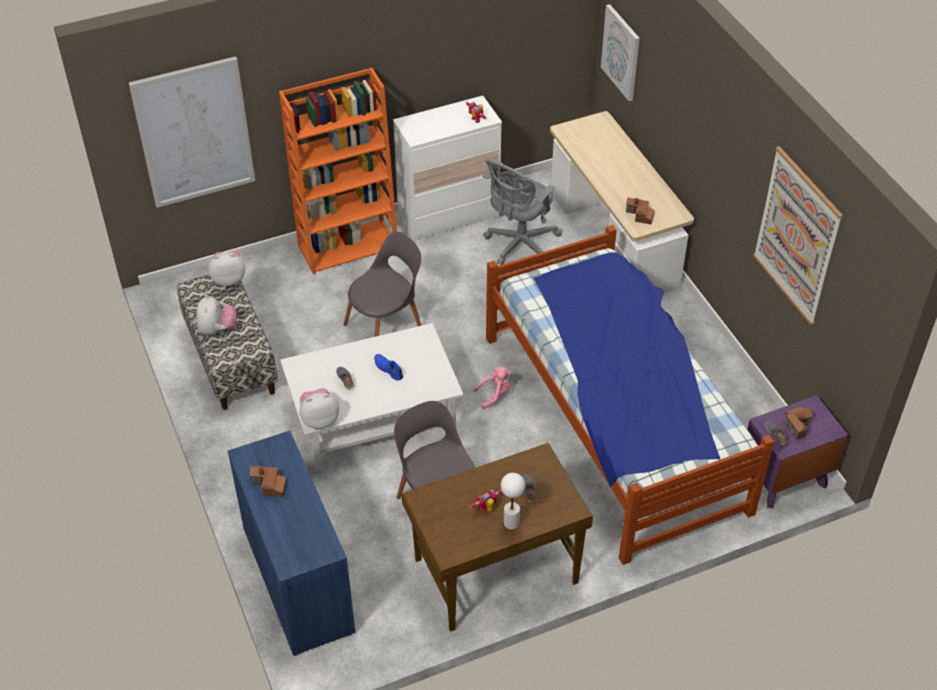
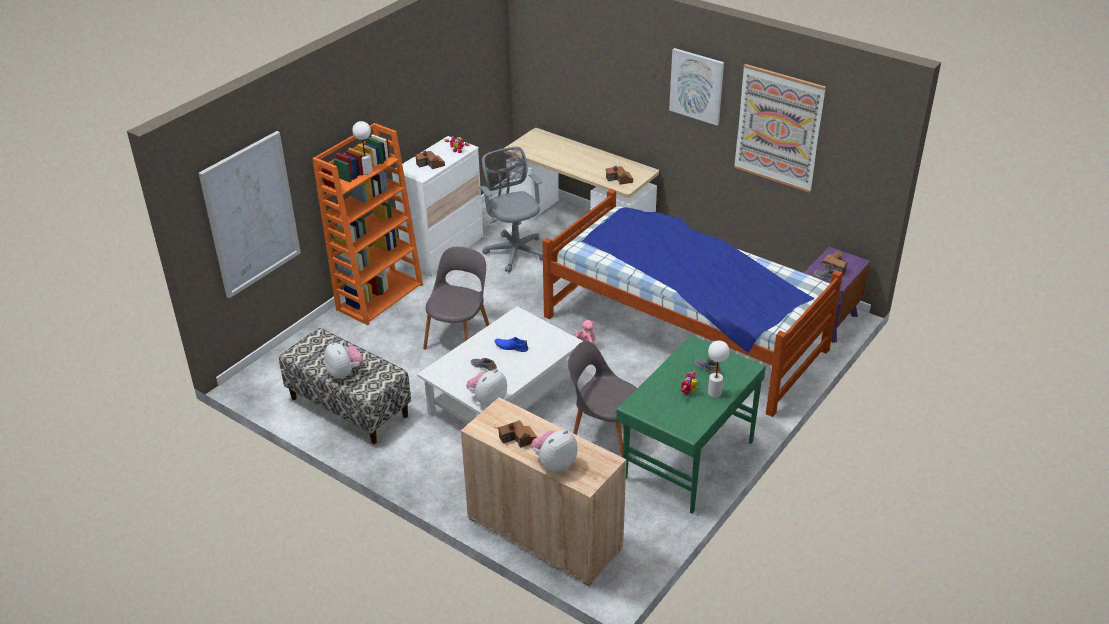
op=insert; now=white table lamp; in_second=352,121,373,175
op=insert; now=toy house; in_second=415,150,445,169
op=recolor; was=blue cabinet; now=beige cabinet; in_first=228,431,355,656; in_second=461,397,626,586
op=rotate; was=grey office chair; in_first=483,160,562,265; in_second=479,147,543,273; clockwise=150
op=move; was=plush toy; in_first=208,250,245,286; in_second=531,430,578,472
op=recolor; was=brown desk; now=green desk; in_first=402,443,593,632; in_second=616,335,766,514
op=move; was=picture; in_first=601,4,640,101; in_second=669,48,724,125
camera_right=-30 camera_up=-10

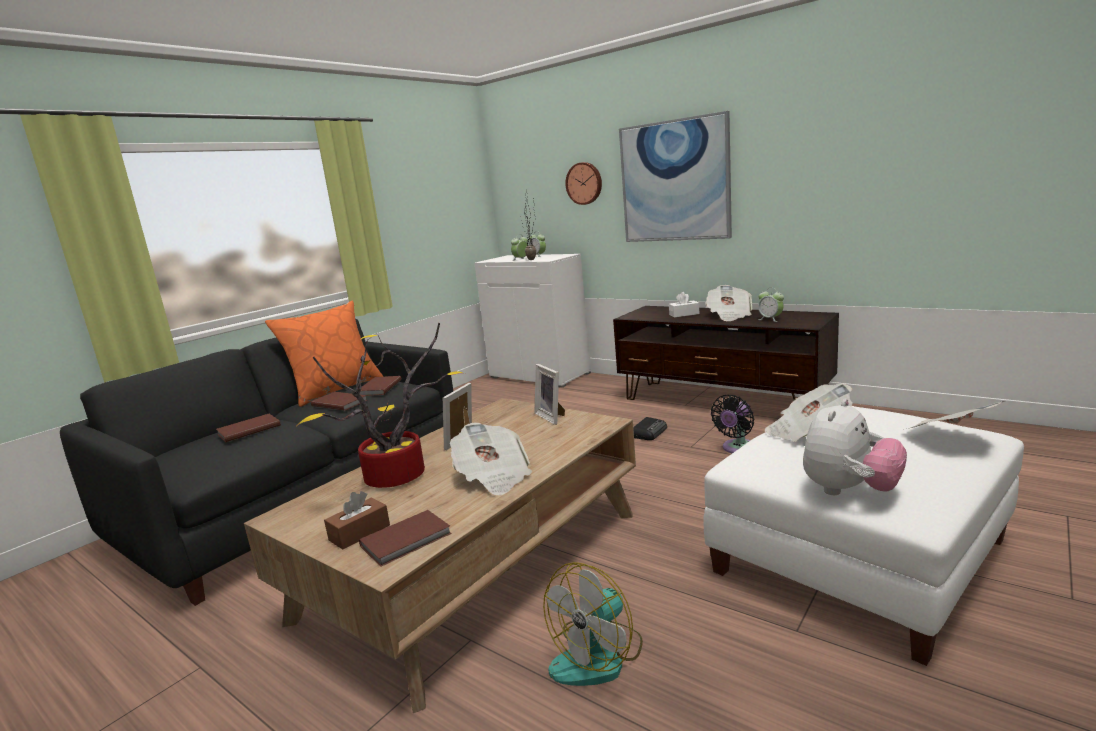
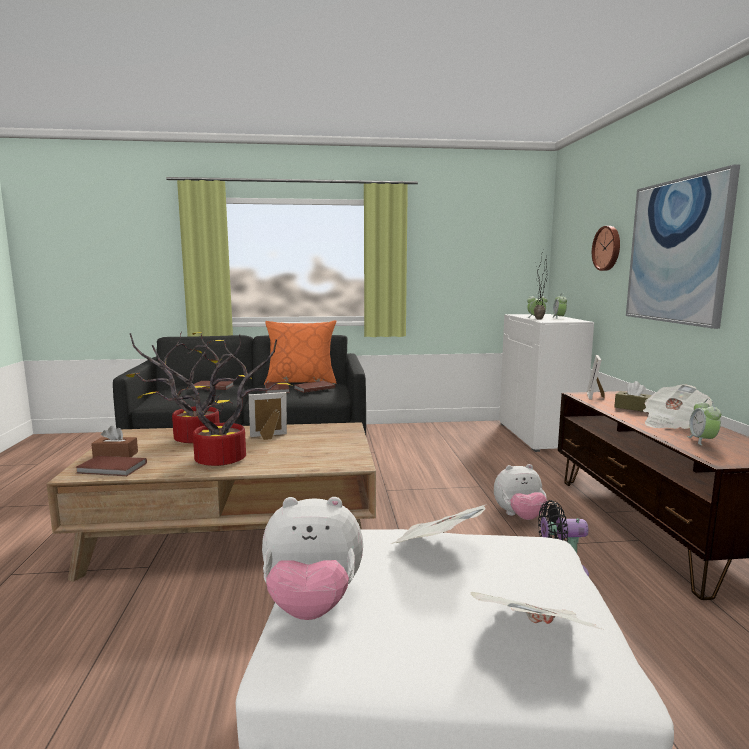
op=replace; was=newspaper; now=potted plant; in_first=450,422,532,496; in_second=137,339,292,466
op=replace; was=radio; now=plush toy; in_first=633,417,667,440; in_second=494,464,547,520
op=move; was=picture frame; in_first=534,364,565,425; in_second=587,355,605,400
op=recolor; was=white tissue box; now=brown tissue box; in_first=669,292,699,317; in_second=614,381,652,412
op=delete; was=fan; in_first=543,562,643,686
camera_right=45 camera_up=-5

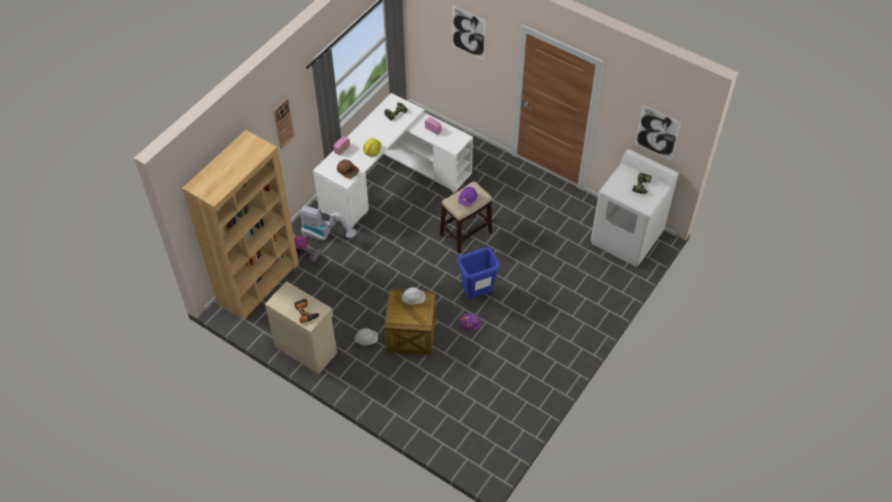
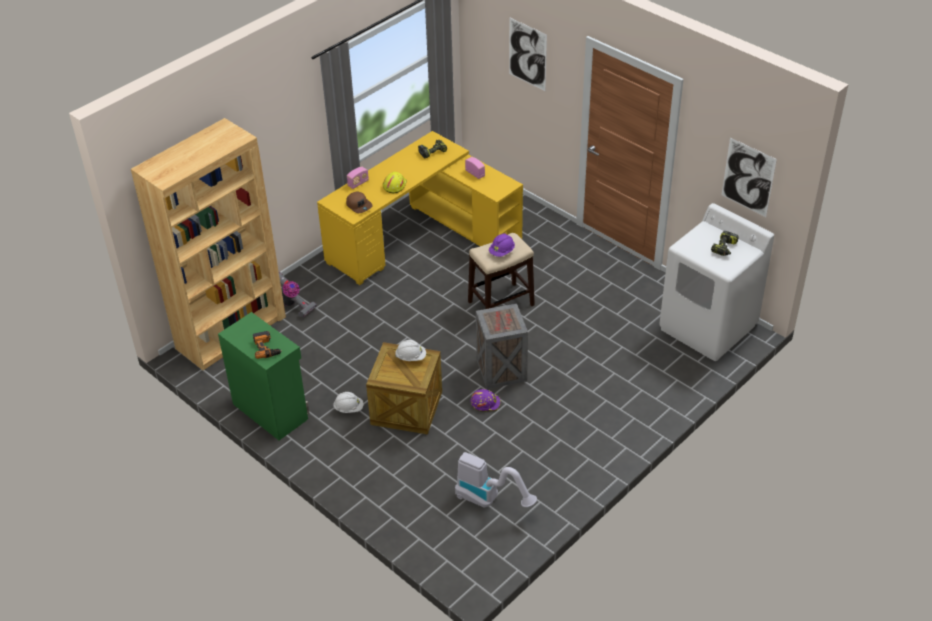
op=recolor; was=beige cabinet; now=green cabinet; in_first=265,281,337,374; in_second=218,312,309,440
op=recolor; was=white desk; now=yellow desk; in_first=313,93,473,229; in_second=317,131,523,285
op=move; was=vacuum cleaner; in_first=301,206,357,241; in_second=455,452,537,508
op=replace; was=blue trash can; now=crate; in_first=457,247,500,298; in_second=476,304,528,389
op=delete; was=wall clock; in_first=273,98,294,149
camera_right=10 camera_up=-10

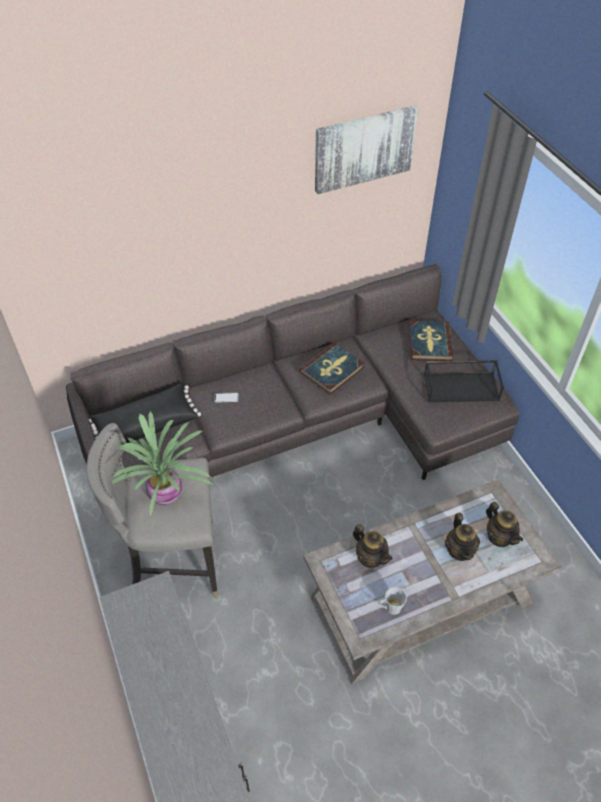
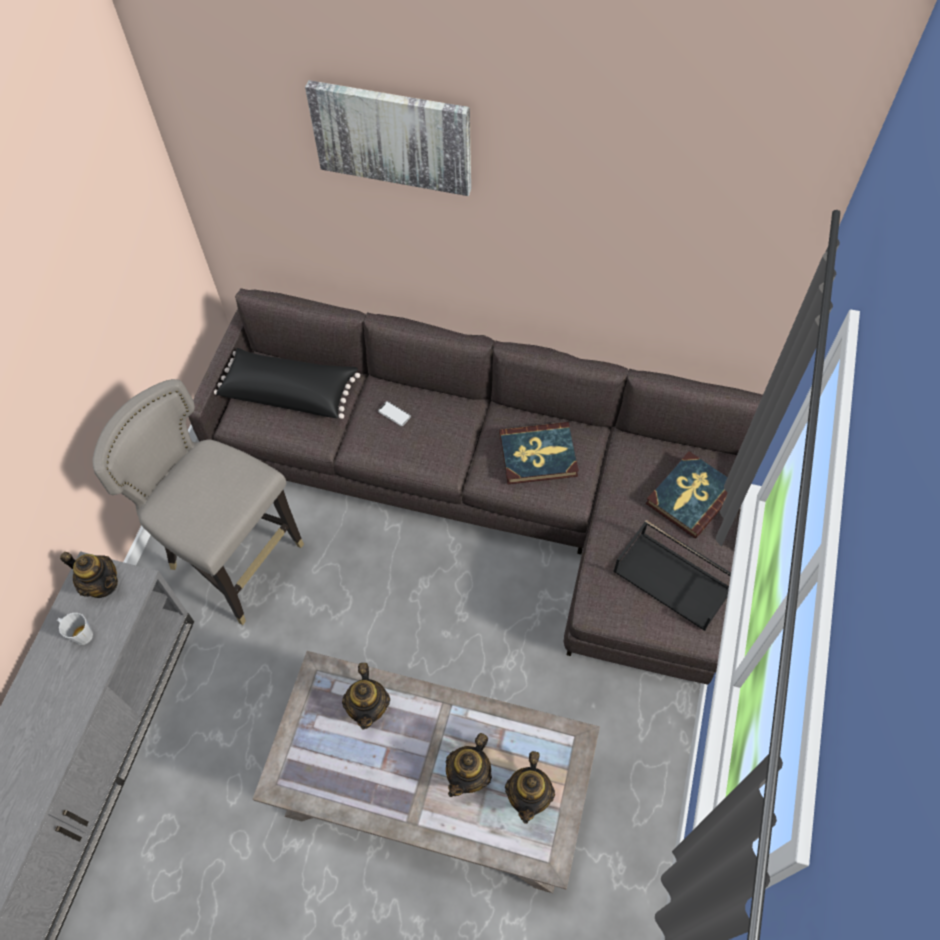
op=move; was=grey mug; in_first=379,587,407,615; in_second=57,613,93,645
op=insert; now=teapot; in_second=60,552,118,598
op=move; was=picture; in_first=315,105,418,194; in_second=305,80,471,196
op=delete; was=potted plant; in_first=112,411,213,517
camera_right=40 camera_up=10

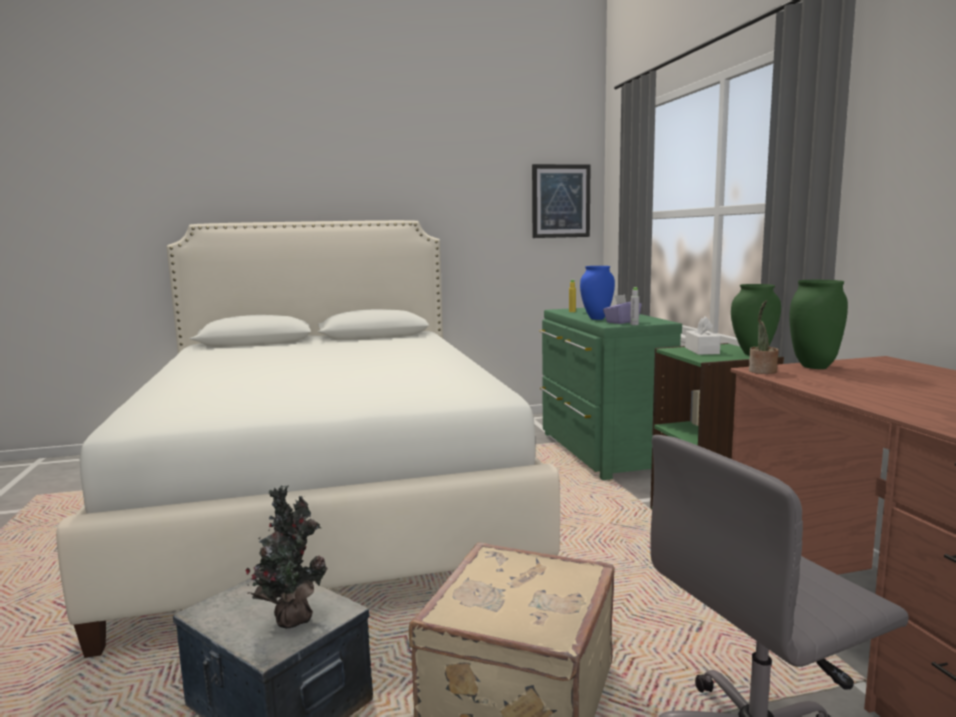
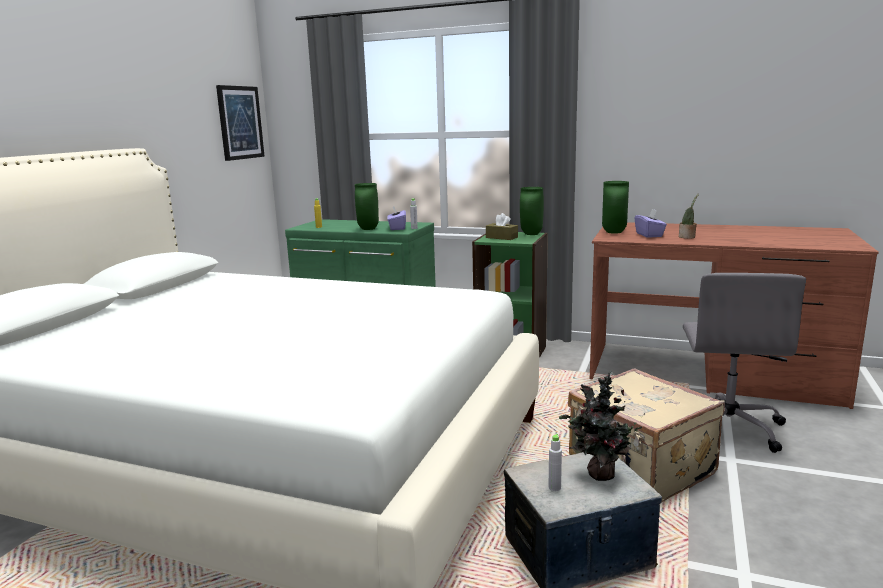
op=recolor; was=blue vase; now=green vase; in_first=580,266,615,320; in_second=355,183,379,230
op=recolor; was=white tissue box; now=brown tissue box; in_first=685,316,721,355; in_second=486,213,518,240
op=insert; now=grey bottle; in_second=548,434,562,491
op=insert; now=purple tissue box; in_second=635,209,667,238
op=move; was=potted plant; in_first=749,300,779,374; in_second=679,194,699,239
camera_right=-55 camera_up=5

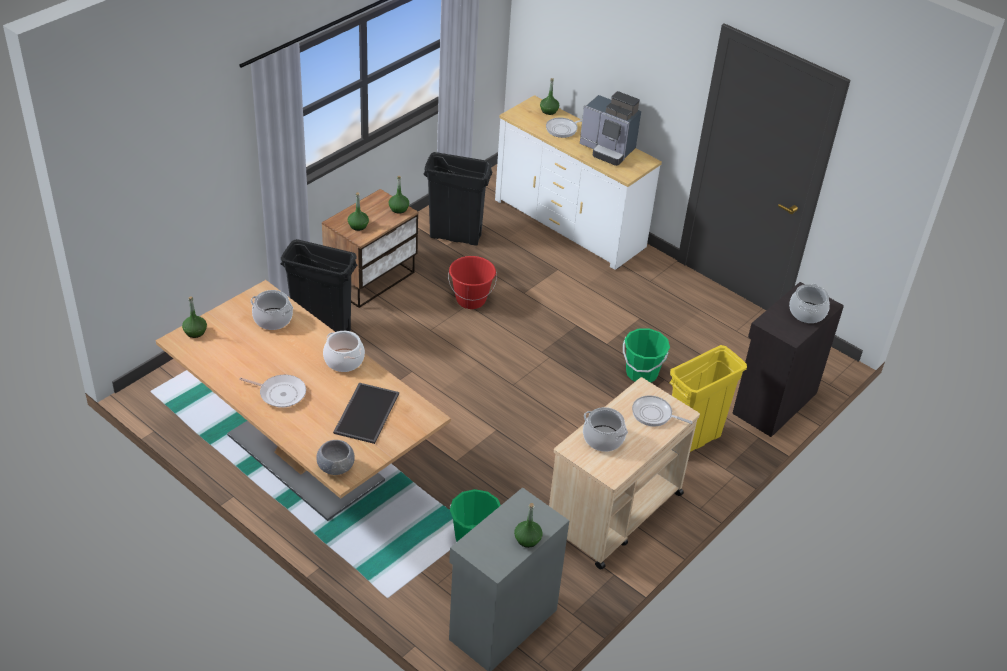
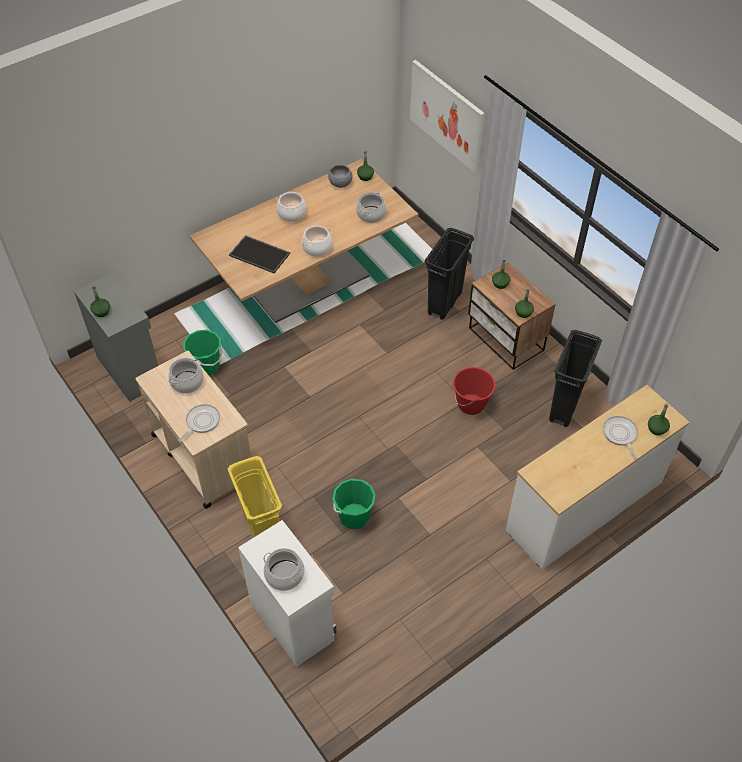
op=recolor; was=black cabinet; now=white cabinet; in_first=732,282,844,437; in_second=238,520,337,667
op=replace; was=frying pan; now=cooking pot; in_first=239,375,306,408; in_second=276,192,307,222
op=move; was=grey bowl; in_first=316,440,355,475; in_second=328,164,352,188
op=insert; now=picture; in_second=410,60,485,173
op=delete; was=coffee machine; in_first=580,91,641,166
camera_right=105 camera_up=10

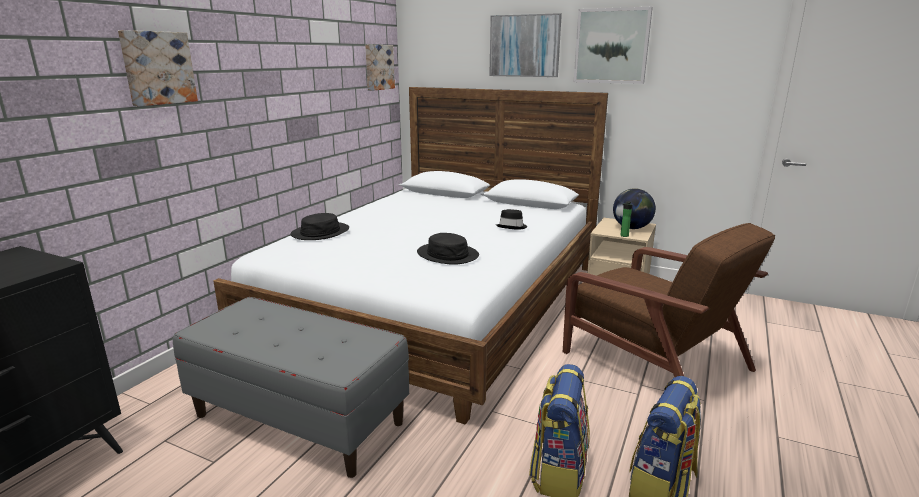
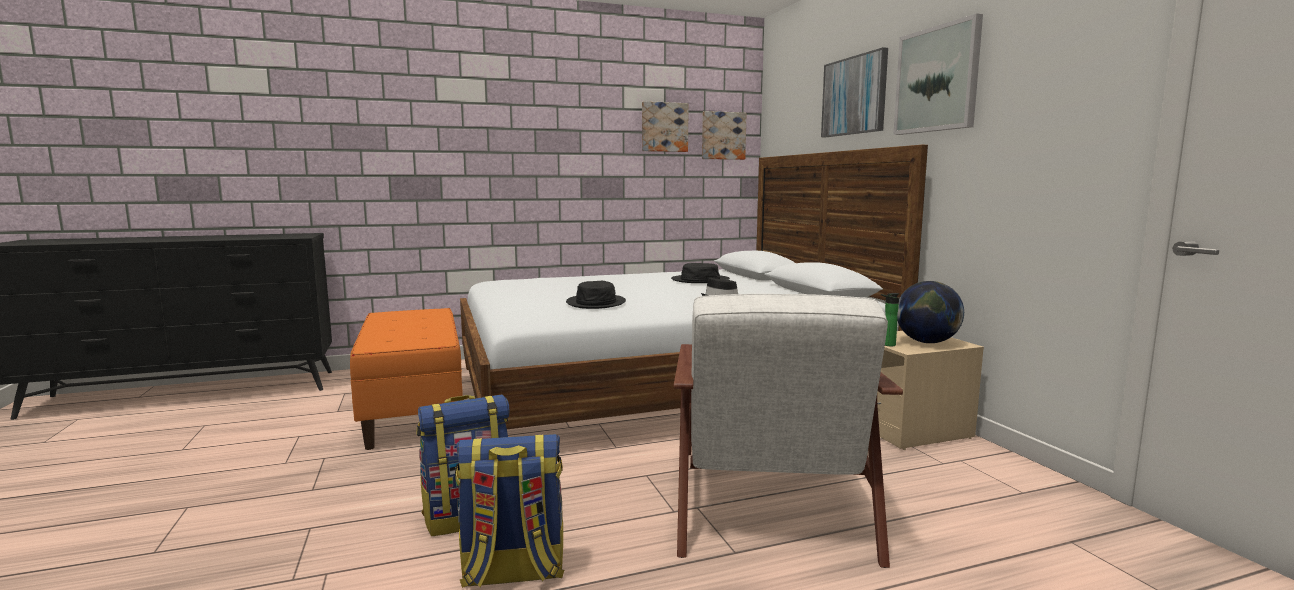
op=recolor; was=grey bench; now=orange bench; in_first=173,297,409,478; in_second=350,308,463,450
op=move; was=picture; in_first=118,30,198,106; in_second=642,101,689,152
op=move; was=black hat; in_first=290,213,349,240; in_second=671,263,730,283
op=recolor; was=brown armchair; now=white armchair; in_first=563,223,775,420; in_second=674,294,903,568
camera_right=45 camera_up=-10

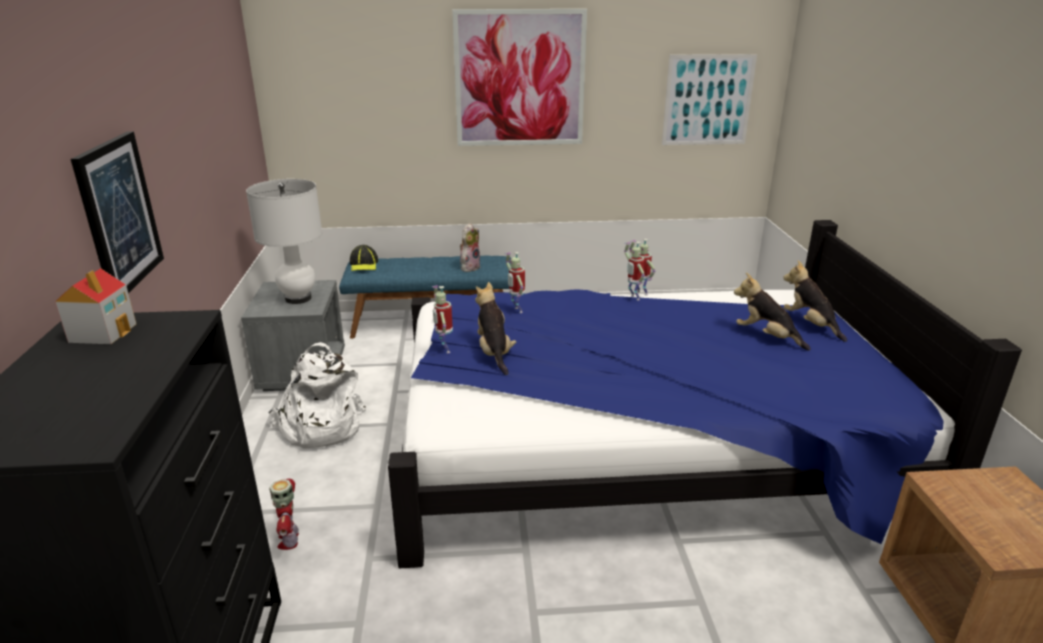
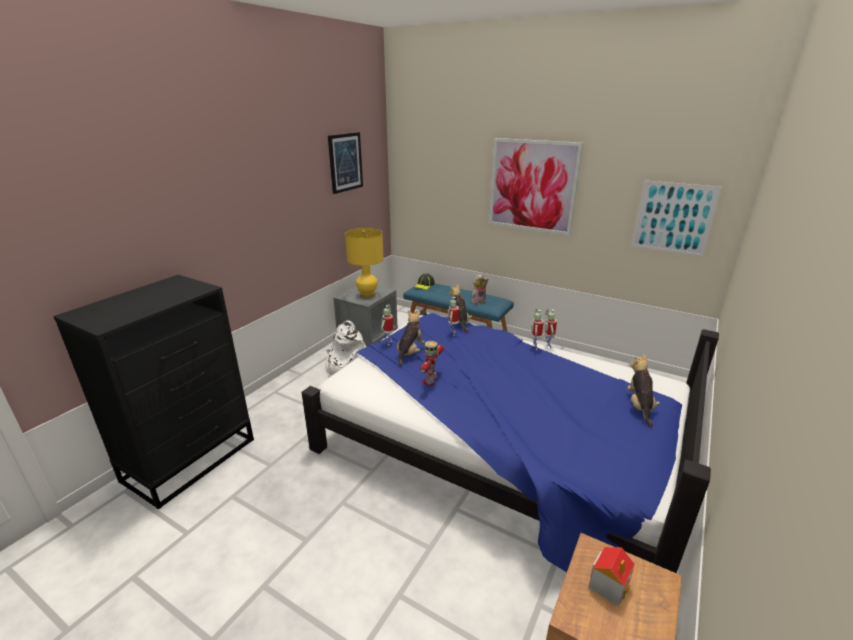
op=move; was=picture; in_first=71,131,164,293; in_second=328,132,363,194
op=recolor; was=white table lamp; now=yellow table lamp; in_first=246,179,323,304; in_second=345,228,384,298
op=move; was=toy robot; in_first=269,479,299,550; in_second=420,341,444,386
op=move; was=plush toy; in_first=734,273,811,351; in_second=449,284,472,333
op=move; was=toy house; in_first=55,268,136,344; in_second=589,547,635,607
camera_right=35 camera_up=0

